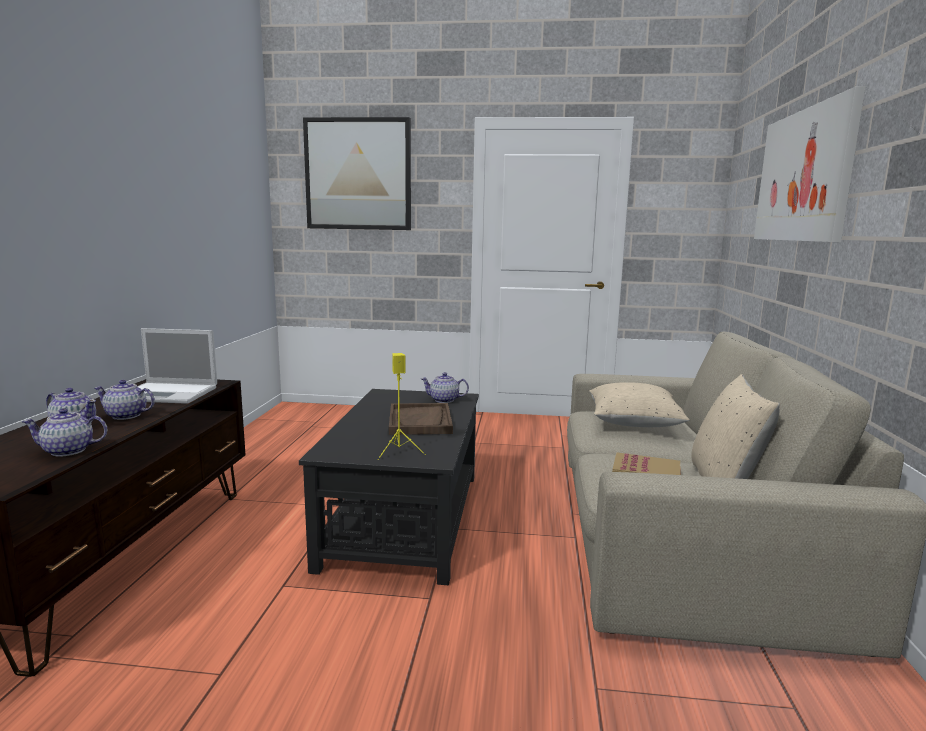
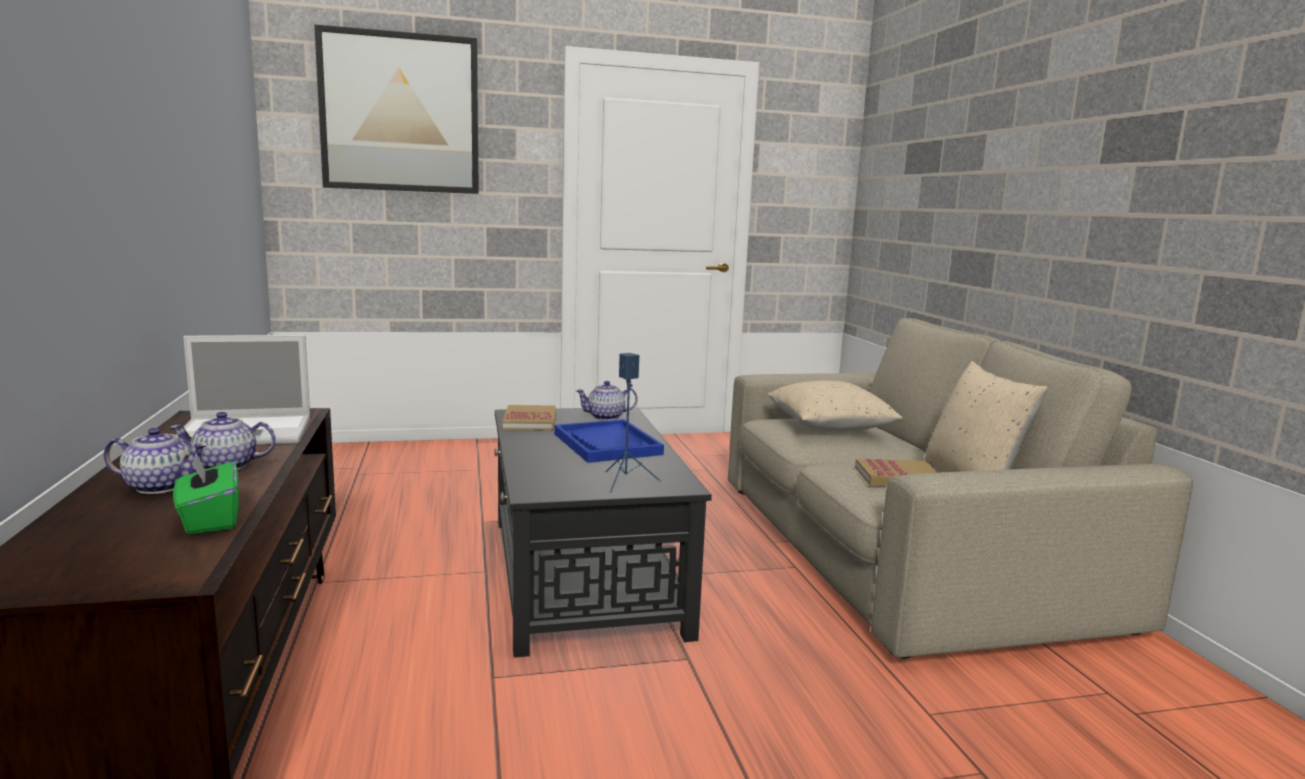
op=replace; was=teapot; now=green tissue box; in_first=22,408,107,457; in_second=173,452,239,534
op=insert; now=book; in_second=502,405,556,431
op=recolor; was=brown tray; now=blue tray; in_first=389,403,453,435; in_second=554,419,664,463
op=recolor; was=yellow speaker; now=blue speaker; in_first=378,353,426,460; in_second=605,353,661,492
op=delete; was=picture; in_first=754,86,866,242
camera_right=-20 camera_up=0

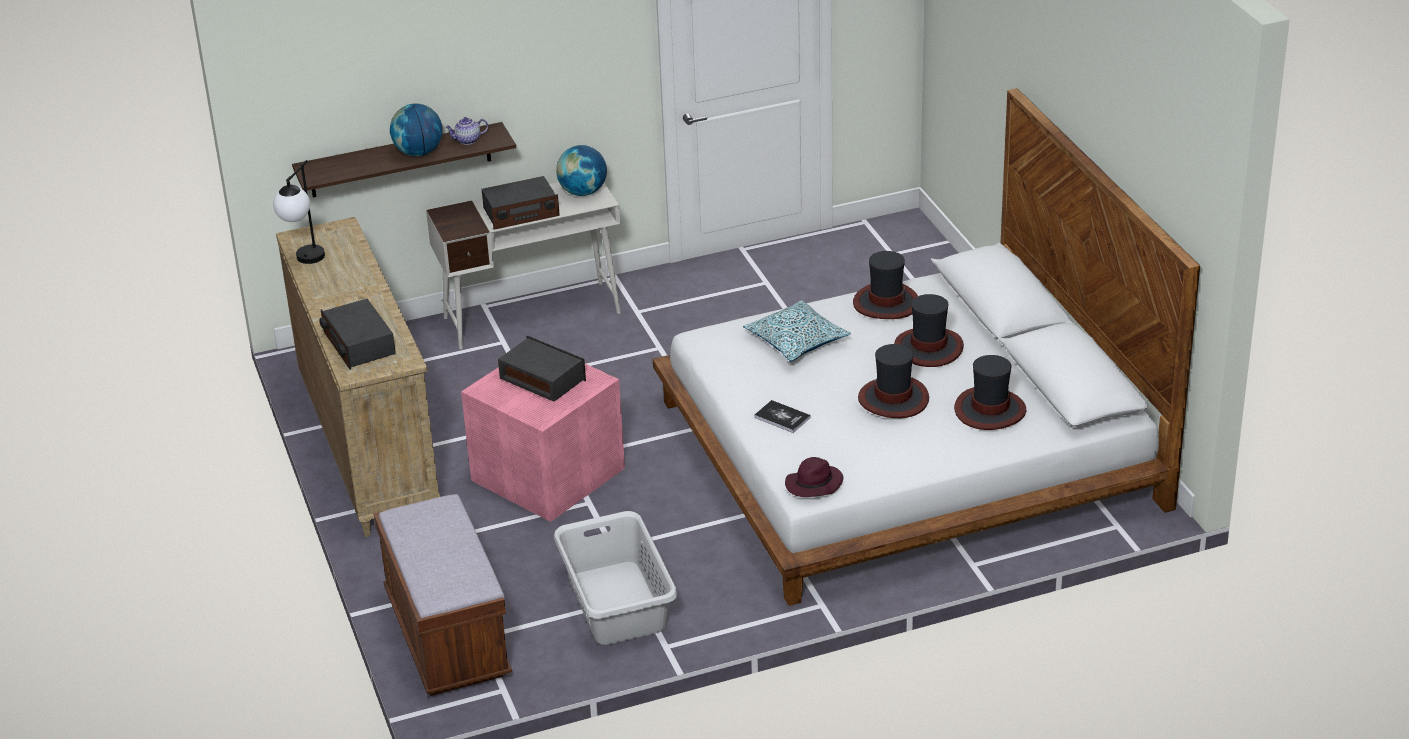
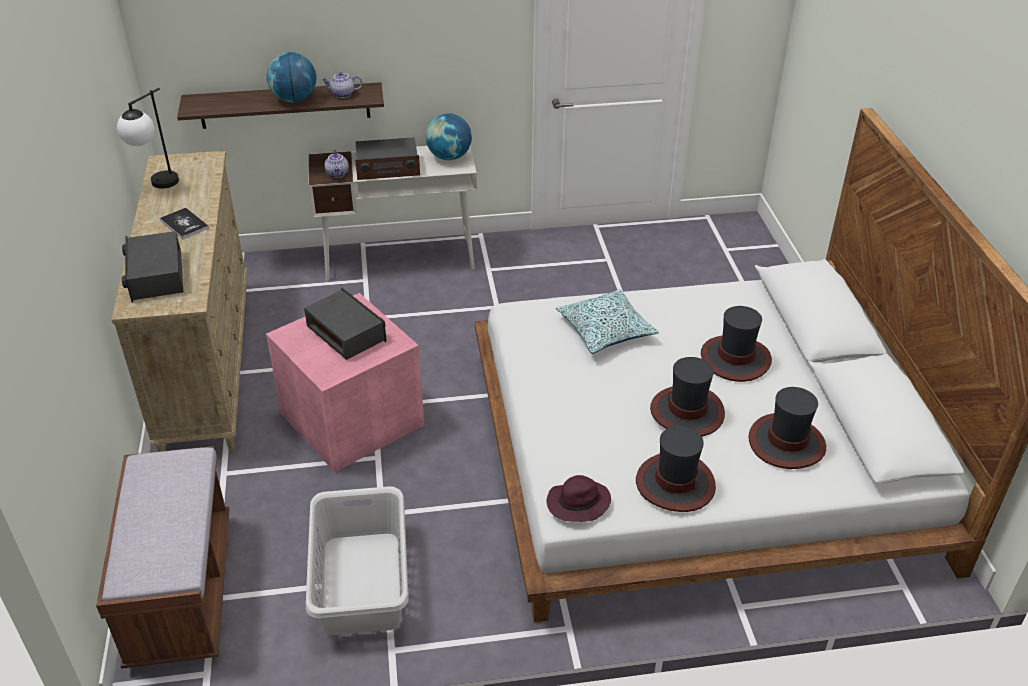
op=move; was=book; in_first=754,400,811,433; in_second=160,207,209,239
op=insert; now=teapot; in_second=325,150,349,178
op=move; was=hat; in_first=853,251,918,319; in_second=636,426,716,512
camera_right=10 camera_up=5

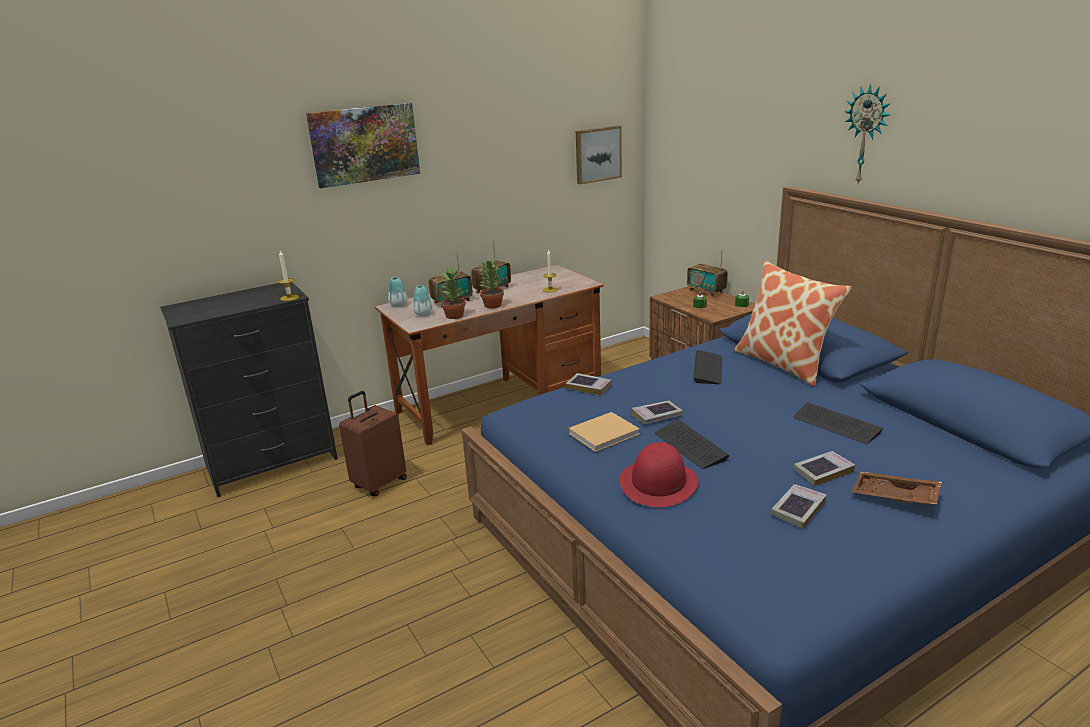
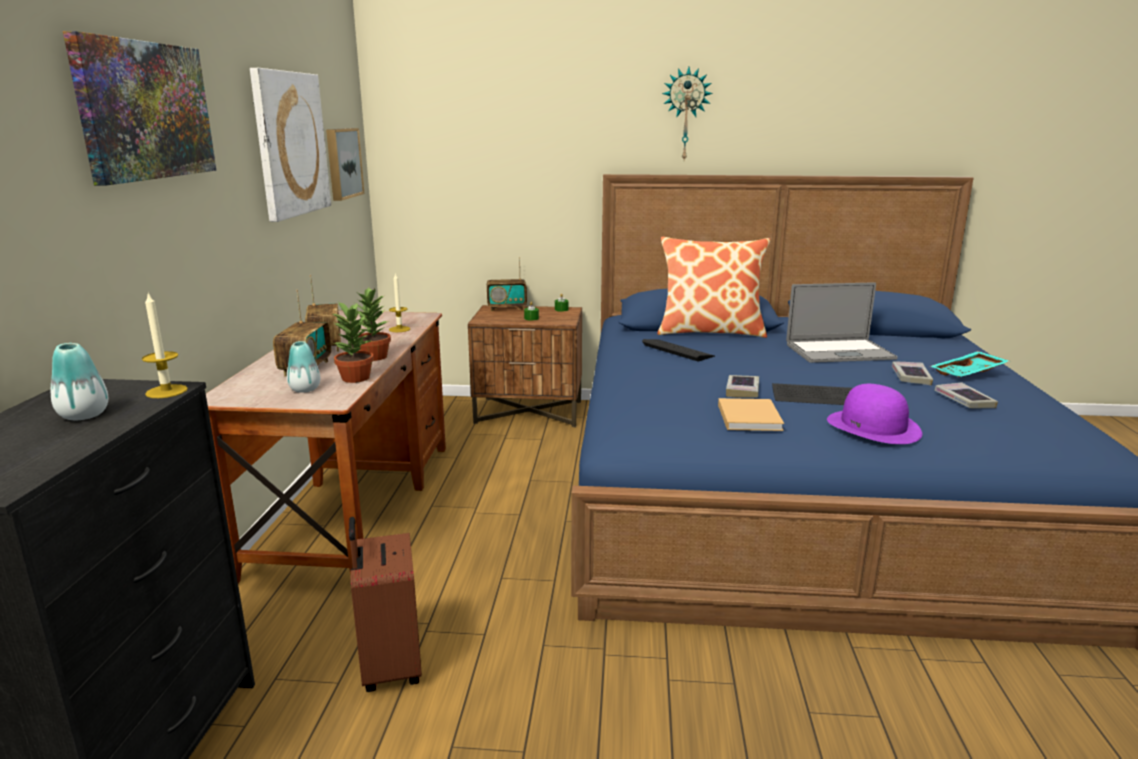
op=move; was=vase; in_first=388,277,407,307; in_second=51,343,108,420
op=insert; now=picture; in_second=250,68,331,222
op=replace; was=keyboard; now=laptop; in_first=794,402,883,444; in_second=786,282,898,363
op=recolor; was=red hat; now=purple hat; in_first=620,442,698,507; in_second=827,384,922,444
op=recolor; was=brown tray; now=turquoise tray; in_first=852,472,942,505; in_second=930,351,1009,377
op=delete; was=book; in_first=566,373,612,395
camera_right=-55 camera_up=-5

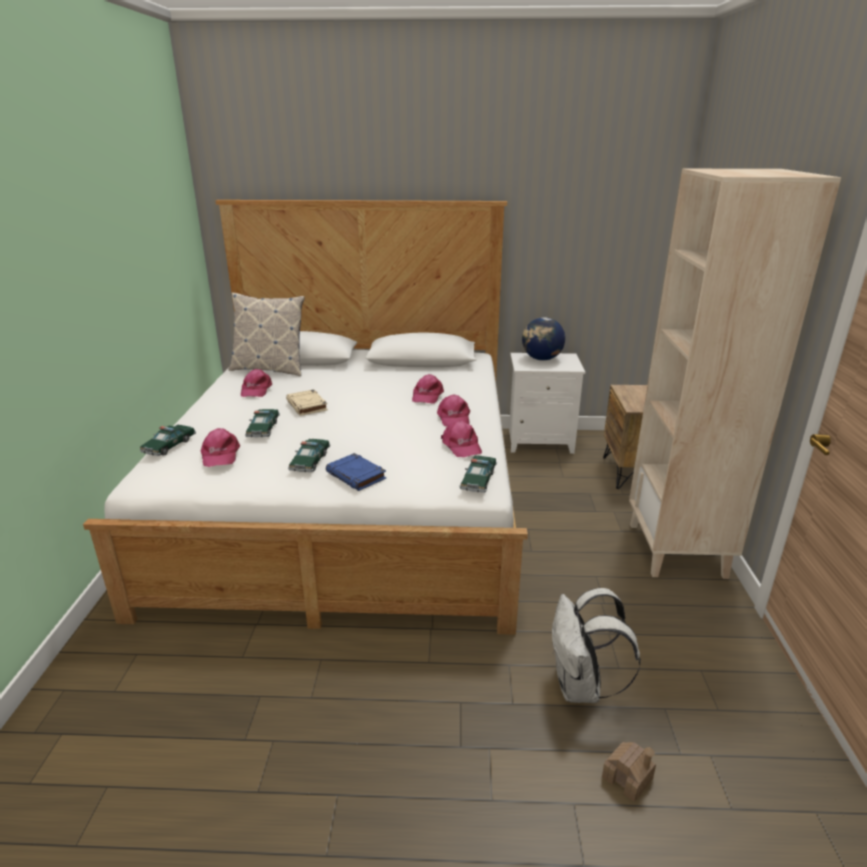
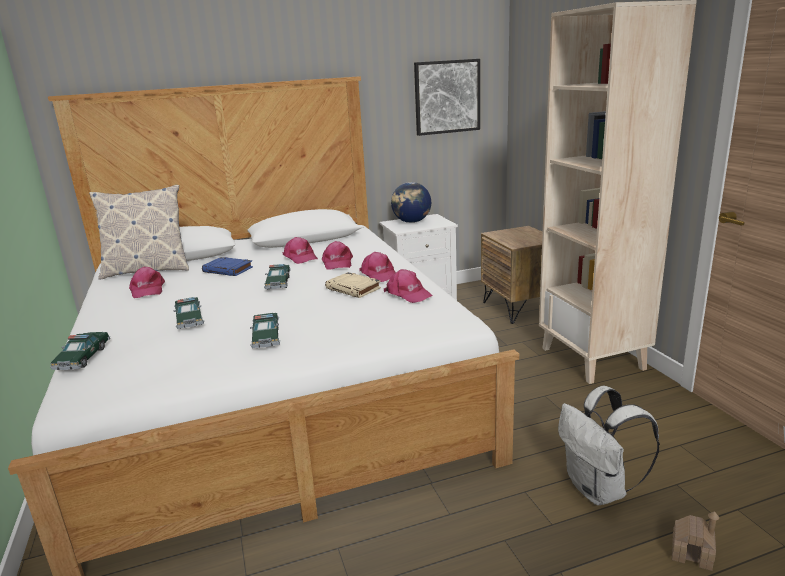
op=move; was=blue book; in_first=326,453,386,491; in_second=202,257,253,276
op=move; was=toy car; in_first=459,456,497,493; in_second=264,264,291,289
op=move; was=pink cap; in_first=201,428,240,467; in_second=282,237,318,264
op=move; was=beige book; in_first=286,389,328,416; in_second=325,272,381,298
op=insert; now=picture; in_second=414,59,480,136
camera_right=-20 camera_up=-5

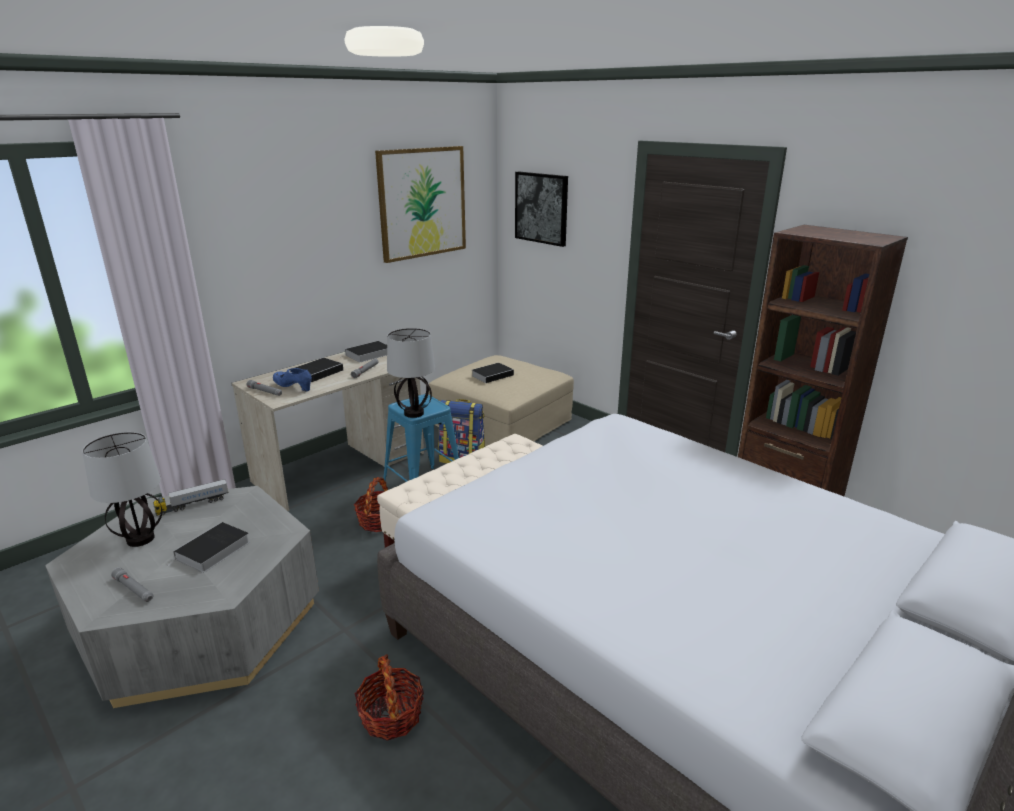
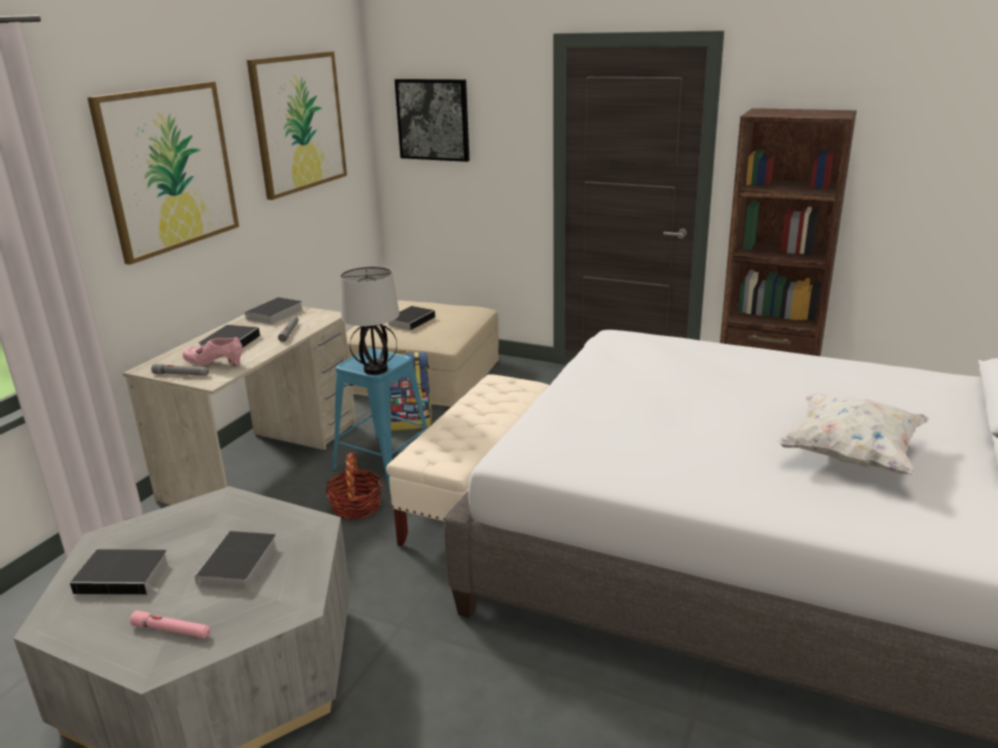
op=replace; was=table lamp; now=book; in_first=82,432,162,547; in_second=70,549,169,595
op=insert; now=picture; in_second=87,82,239,265
op=recolor; was=grey flashlight; now=pink flashlight; in_first=111,568,153,602; in_second=130,611,210,638
op=recolor; was=blue shoe; now=pink shoe; in_first=273,368,312,391; in_second=183,337,243,366
op=insert; now=white pillow; in_second=778,393,930,474
op=delete; was=toy truck; in_first=153,479,229,516
op=delete; was=basket; in_first=355,654,424,741
camera_right=-20 camera_up=0

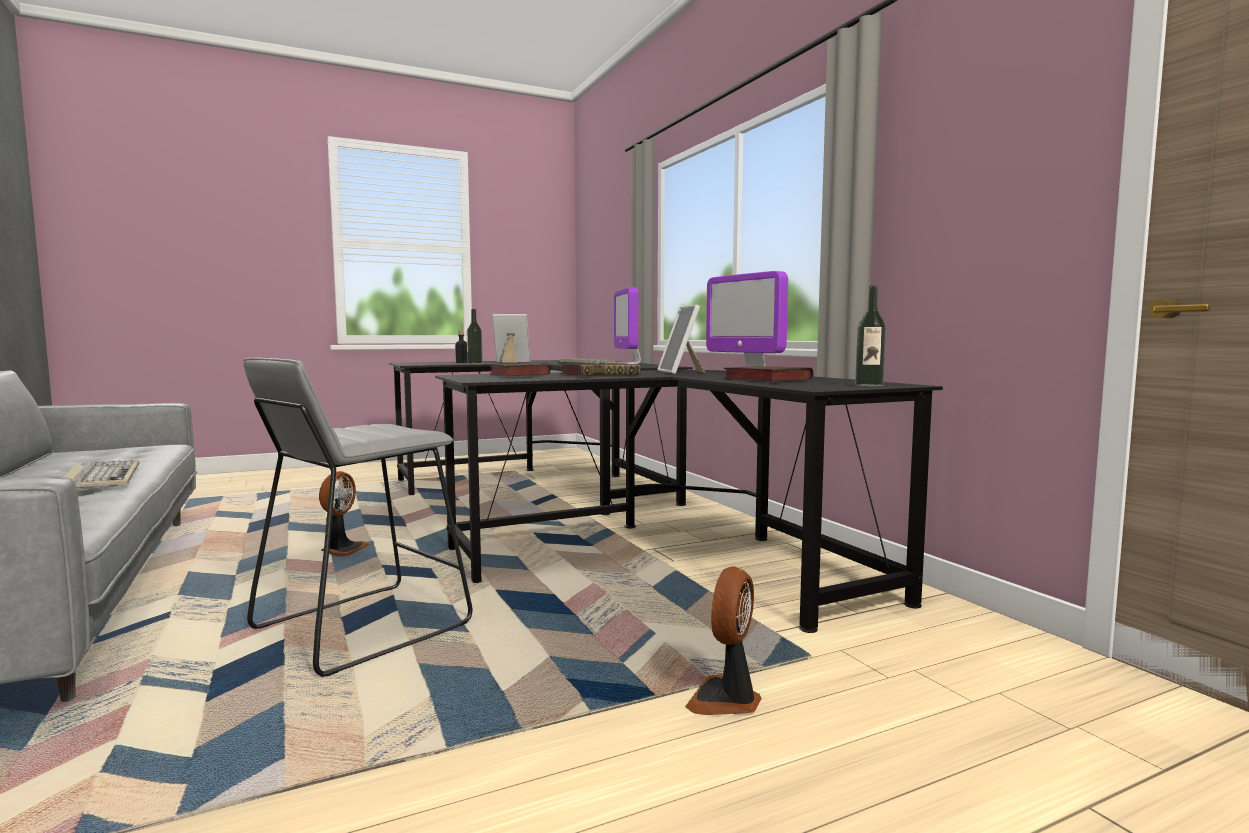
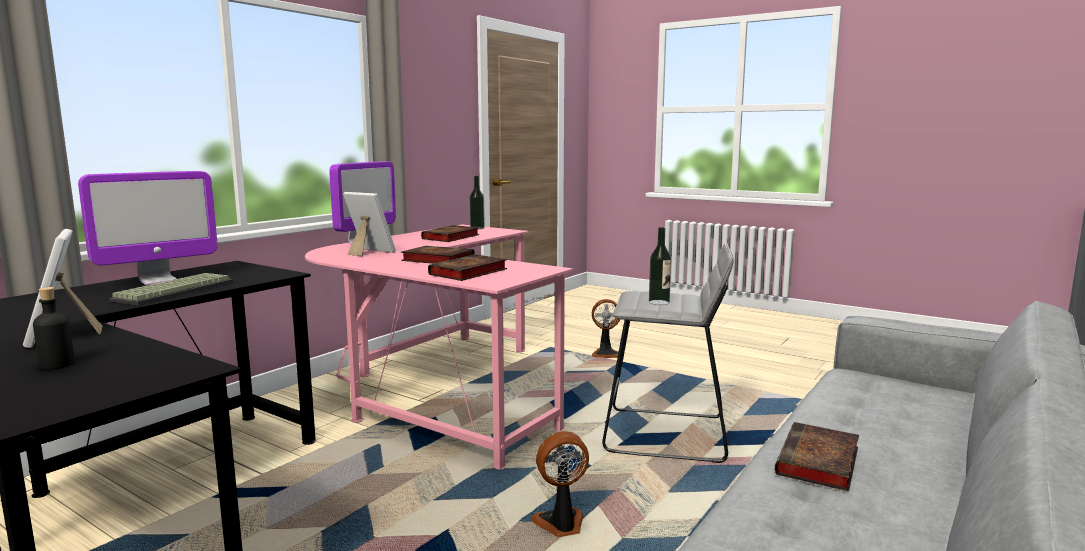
op=recolor; was=black desk; now=pink desk; in_first=435,370,943,633; in_second=305,224,573,470
op=rotate; was=picture frame; in_first=658,305,705,374; in_second=343,192,396,256; clockwise=-105
op=move; was=bottle; in_first=467,309,483,364; in_second=649,227,671,305
op=replace; was=keyboard; now=book; in_first=63,460,139,491; in_second=775,422,859,492
camera_right=-120 camera_up=5

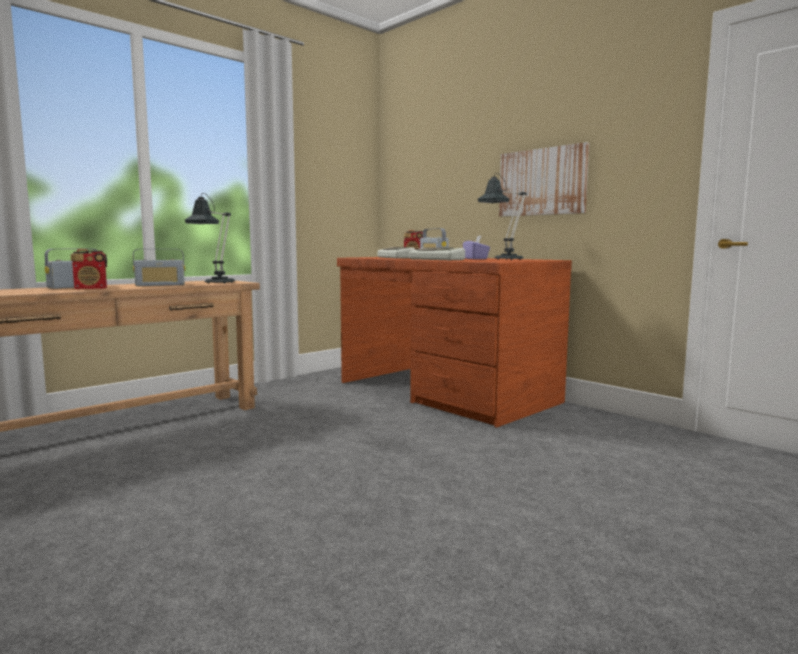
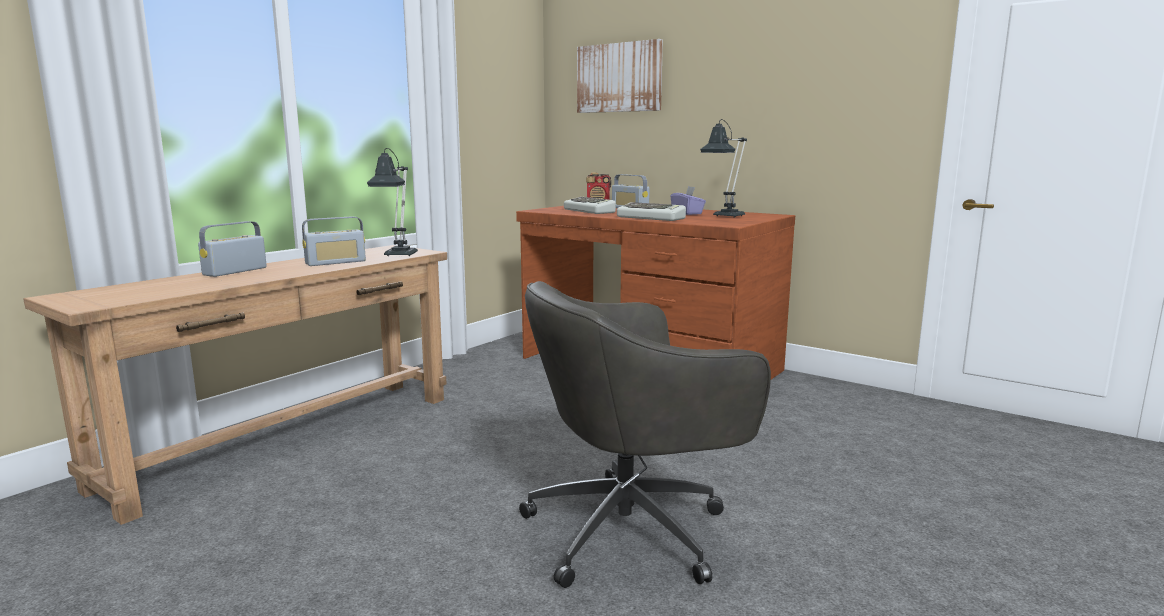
op=insert; now=grey office chair; in_second=519,281,771,588
op=move; was=picture; in_first=499,142,589,217; in_second=577,39,663,113
op=delete; was=radio; in_first=71,249,107,289
camera_right=-10 camera_up=5

